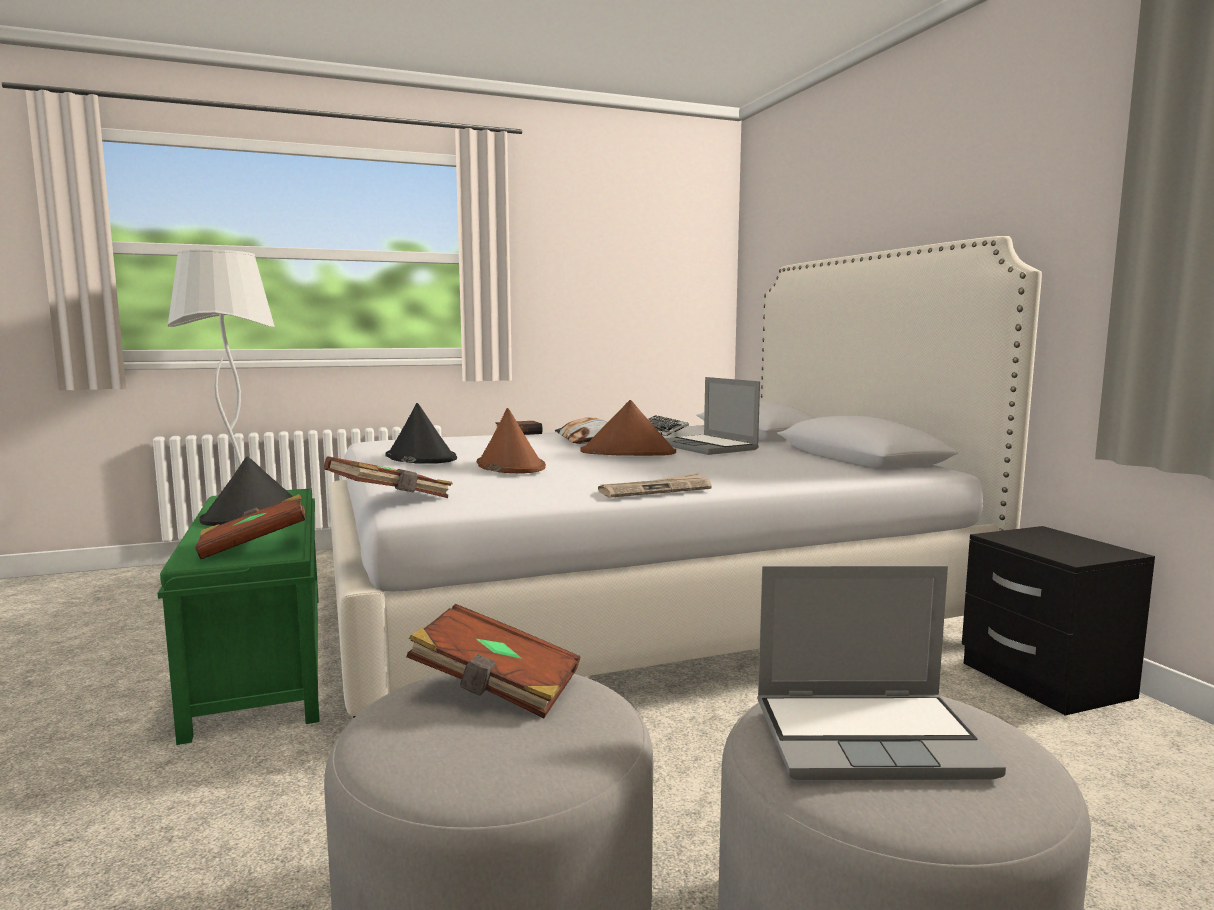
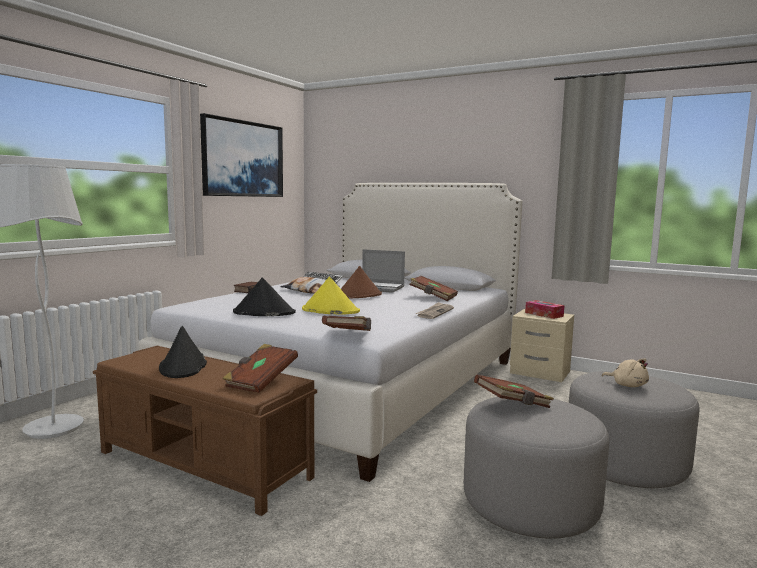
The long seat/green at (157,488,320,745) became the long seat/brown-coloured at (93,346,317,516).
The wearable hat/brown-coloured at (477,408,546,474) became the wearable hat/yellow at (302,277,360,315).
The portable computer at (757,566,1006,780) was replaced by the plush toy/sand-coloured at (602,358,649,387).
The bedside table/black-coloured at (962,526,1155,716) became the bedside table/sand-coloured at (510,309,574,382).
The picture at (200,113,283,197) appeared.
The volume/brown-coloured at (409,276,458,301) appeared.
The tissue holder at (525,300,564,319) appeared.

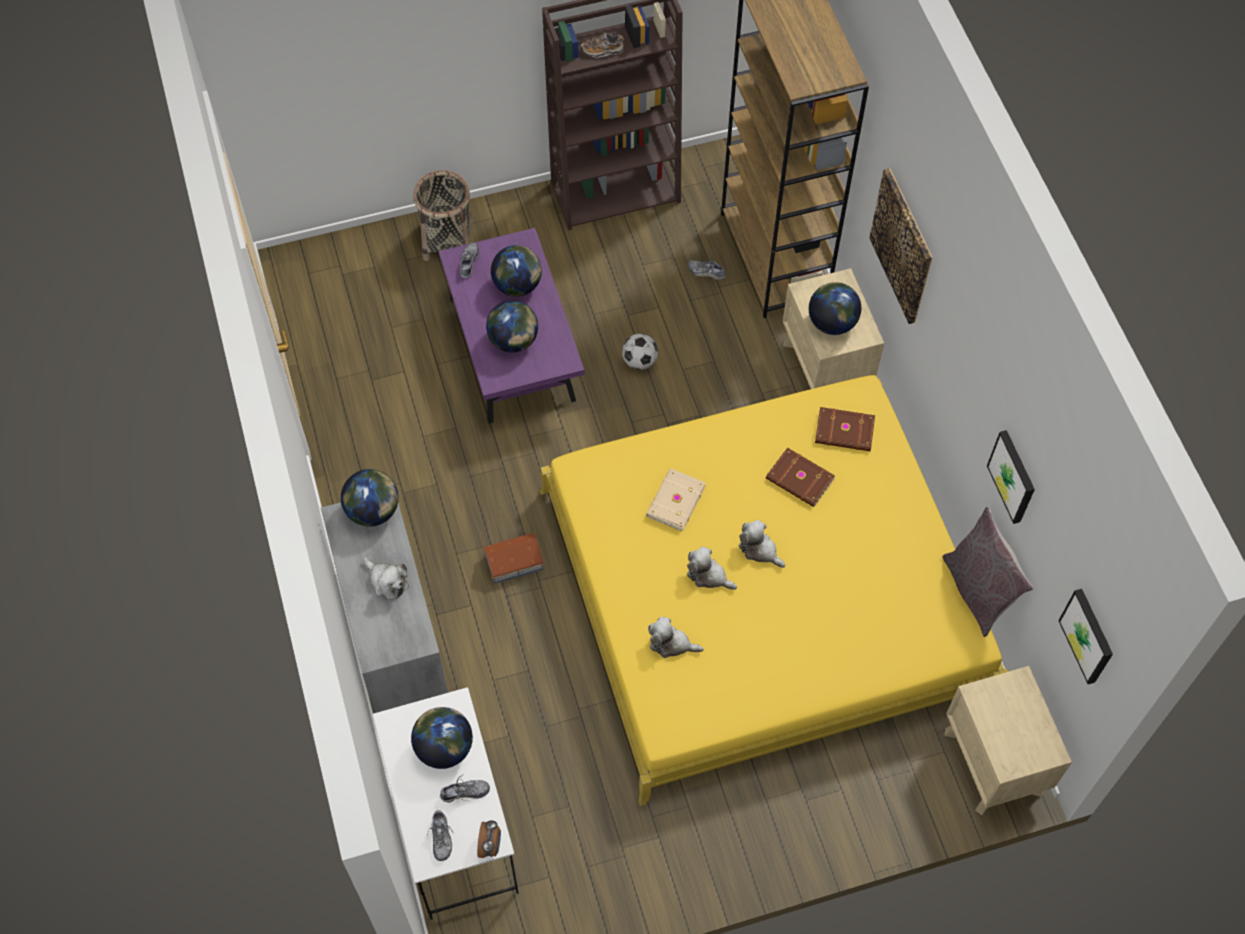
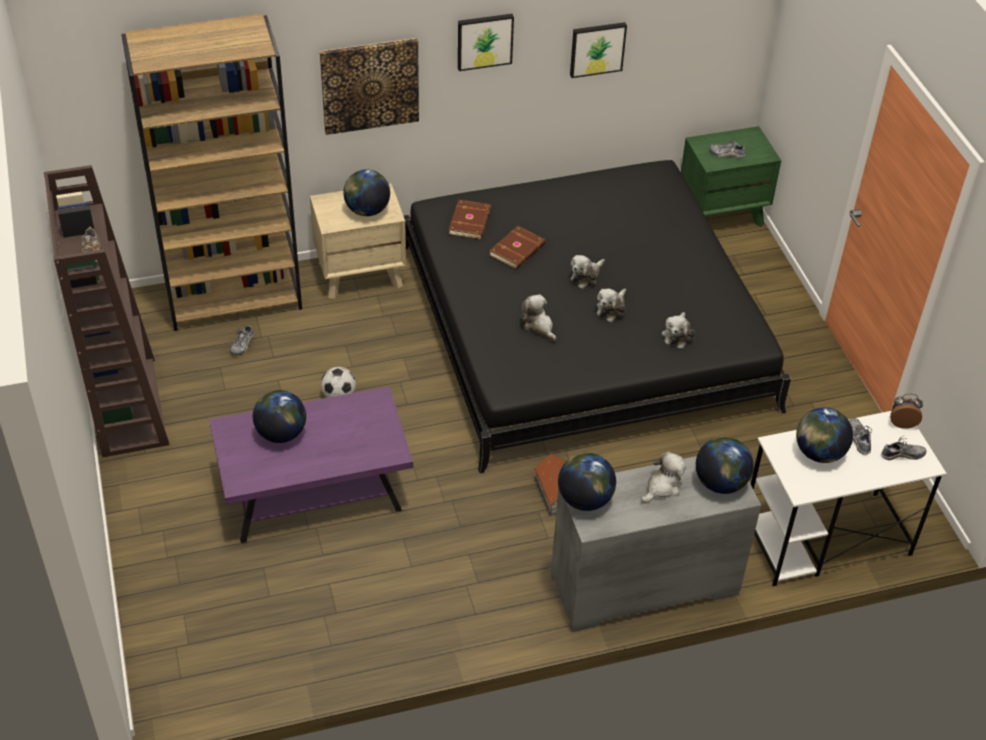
The household basket at (413,170,473,261) disappeared.
The low shoe moved from (458,242,479,278) to (709,138,745,158).
The desk globe moved from (486,300,538,352) to (696,436,754,494).
The sleeping bed/yellow at (540,375,1009,806) became the sleeping bed/black-coloured at (404,160,791,473).
The volume/sand-coloured at (646,468,706,532) was replaced by the plush toy at (521,294,556,341).
The throw pillow/greyish at (942,506,1034,637) disappeared.
The bedside table/sand-coloured at (944,666,1072,815) became the bedside table/green at (681,126,781,227).
The picture moved from (1058,589,1113,684) to (458,14,514,71).

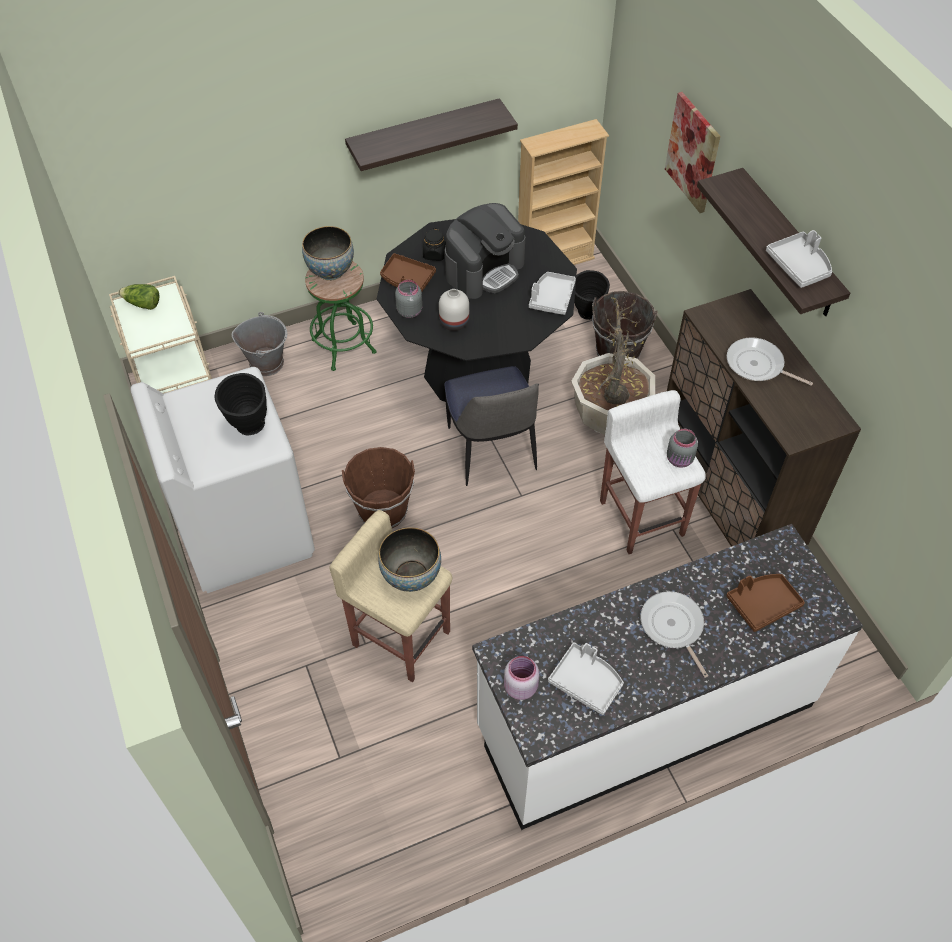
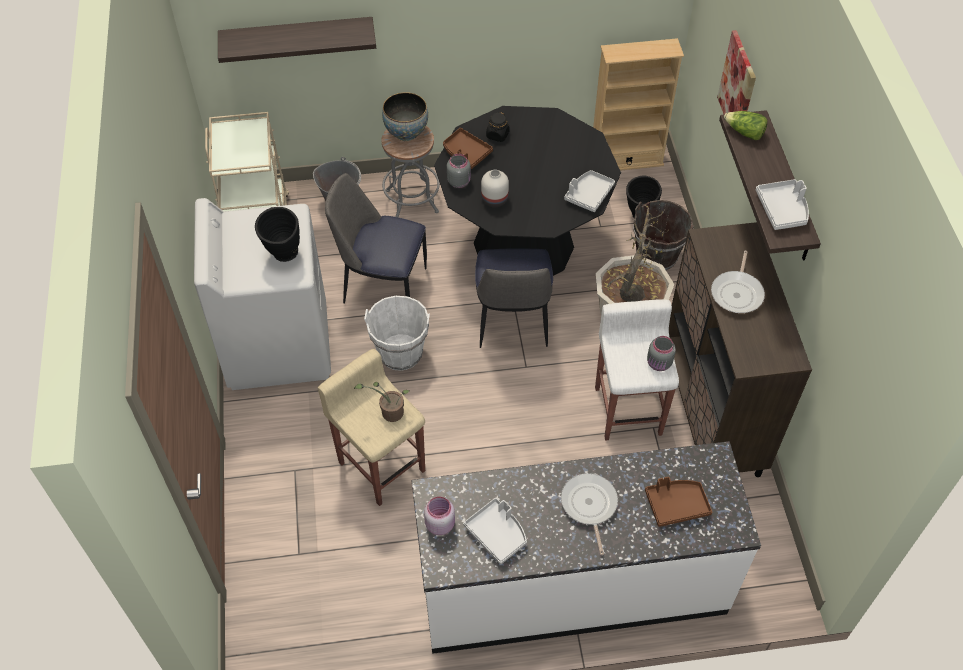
The lettuce head moved from (118,284,159,310) to (724,111,767,140).
The stool/green at (305,261,377,371) became the stool/greyish at (382,126,440,217).
The water bucket/brown-coloured at (342,447,415,528) became the water bucket/whitish at (364,296,430,371).
The wall shelf moved from (345,98,518,171) to (218,17,376,63).
The serving bowl at (378,527,441,592) was replaced by the houseplant at (354,382,409,422).
The coffee maker at (445,203,525,299) disappeared.
The frying pan at (727,337,813,386) turned 120 degrees counterclockwise.
The chair at (325,173,427,304) appeared.

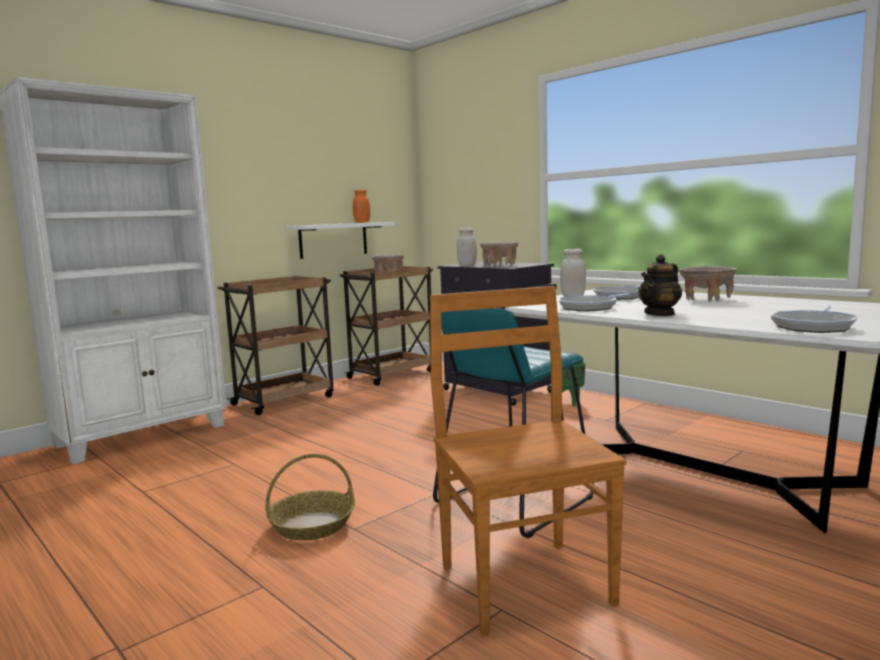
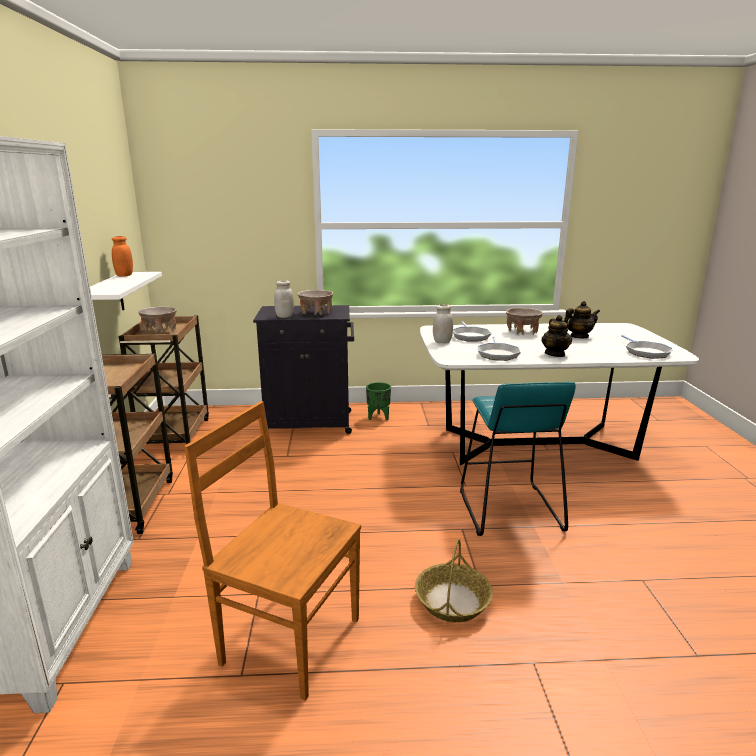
The chair/brown-coloured moved from (430,286,626,636) to (184,401,361,701).
The pot for tea at (564,301,600,338) appeared.

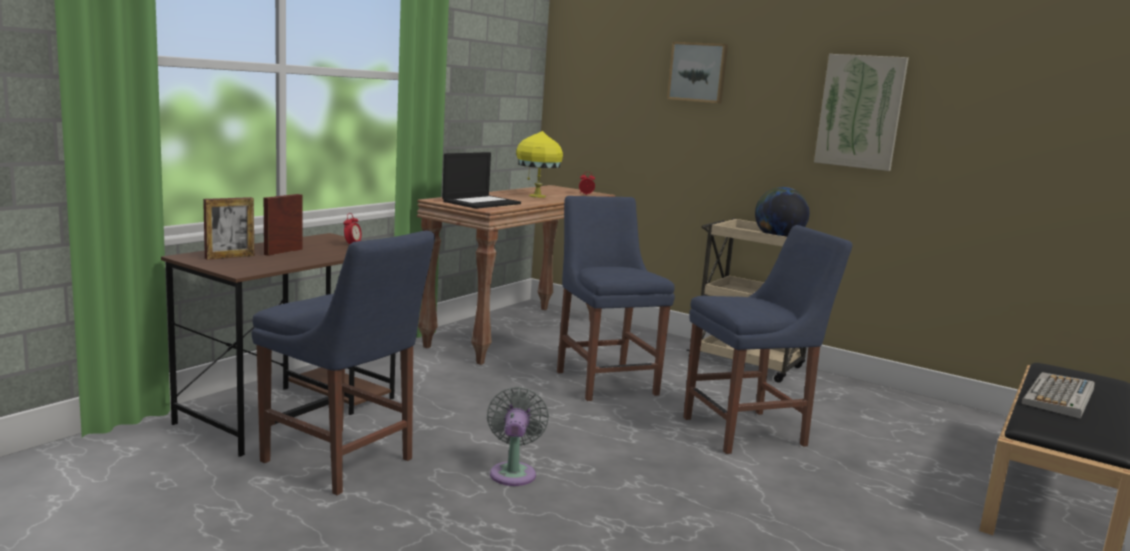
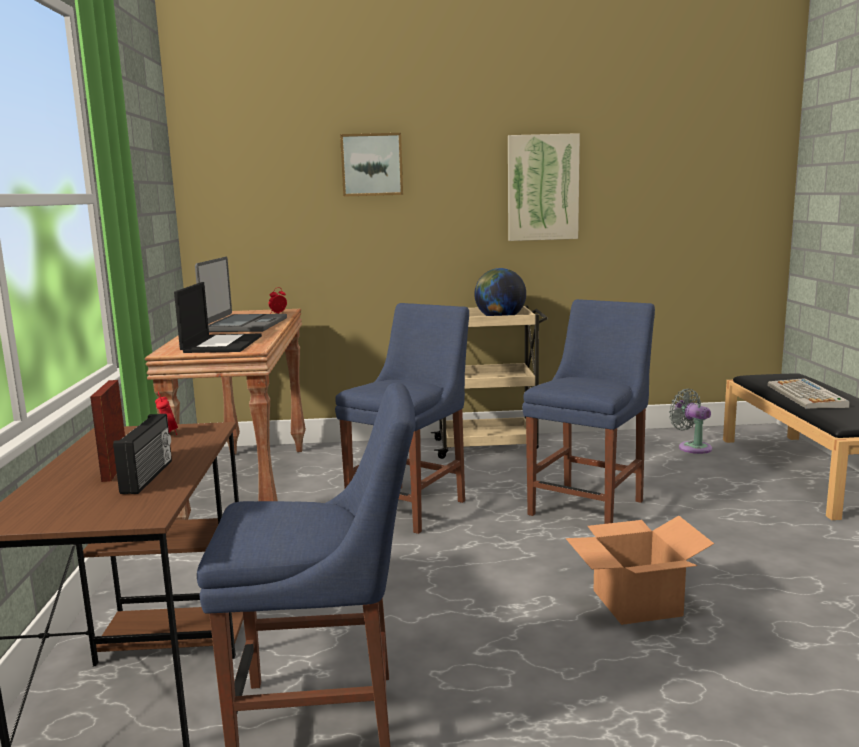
The standing frame at (203,197,254,260) disappeared.
The cooling fan/greyish moved from (487,387,549,486) to (669,389,712,454).
The lamp for a table/yellow at (516,131,563,198) was replaced by the portable computer at (195,257,287,332).
The chair/bluish at (557,196,675,401) turned 90 degrees clockwise.
The radio receiver at (113,414,172,494) appeared.
The carton at (566,516,714,625) appeared.

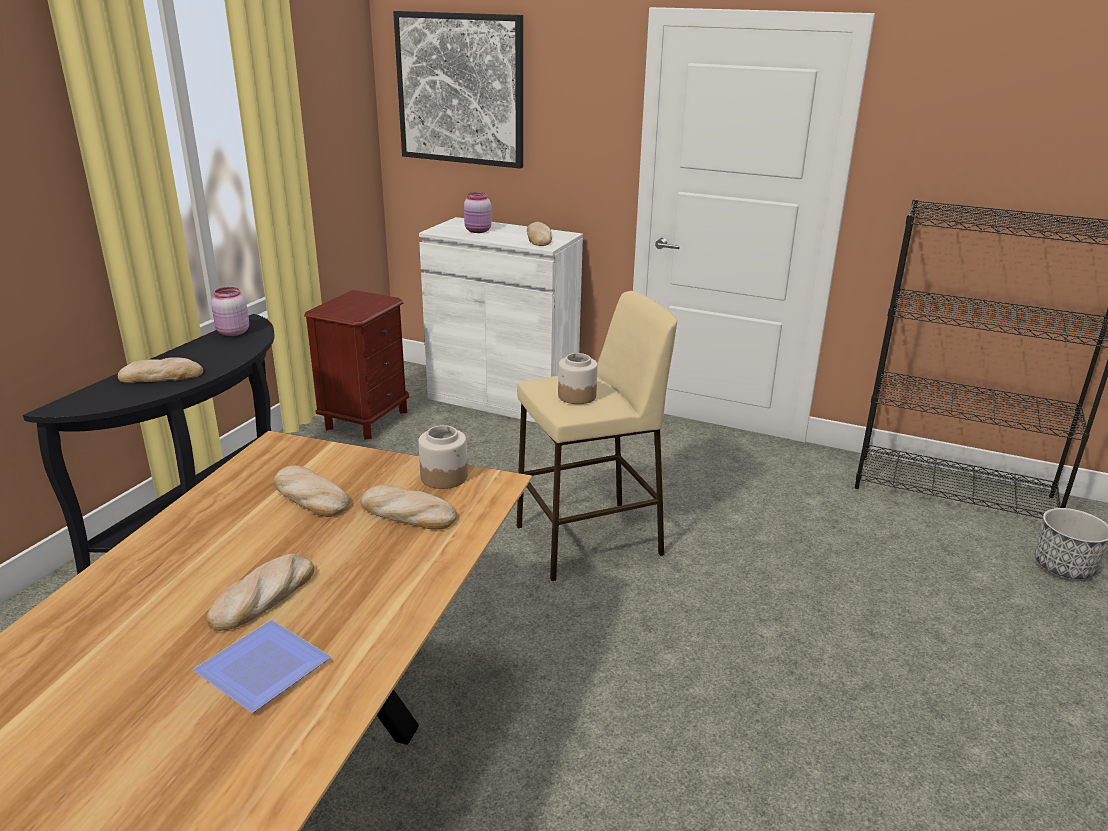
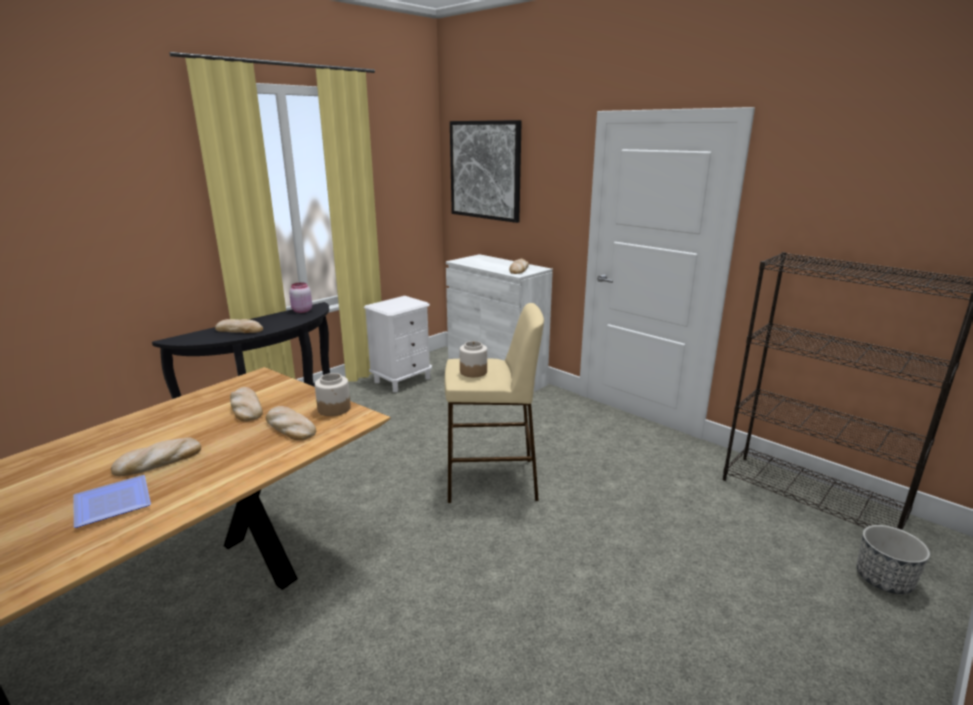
The bedside table/brown-coloured at (304,290,409,440) became the bedside table/whitish at (364,296,432,392).
The jar/pink at (464,192,492,233) disappeared.

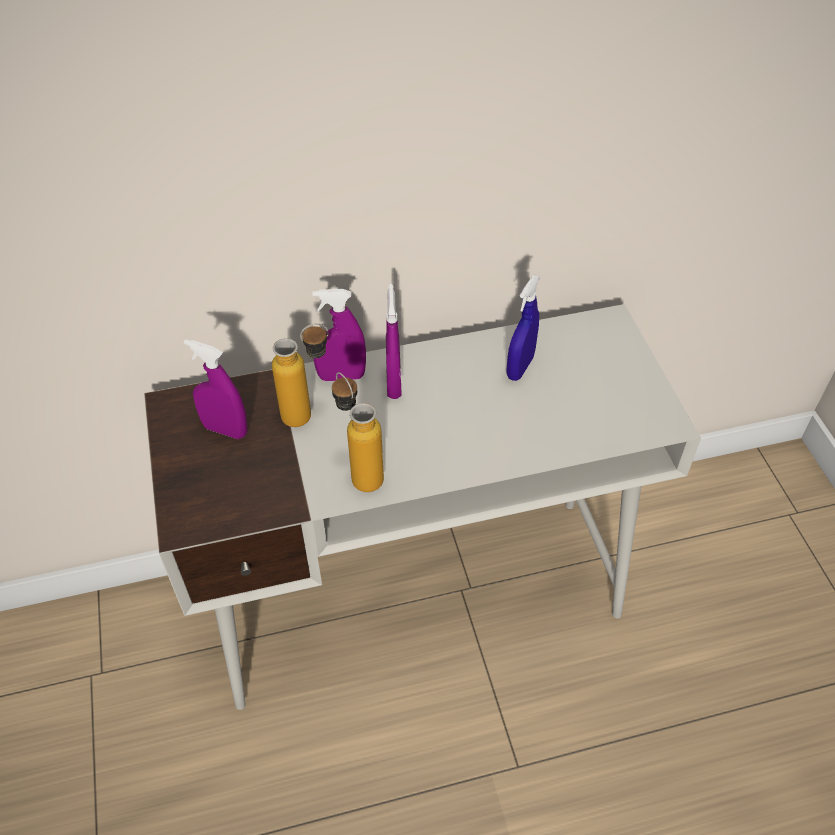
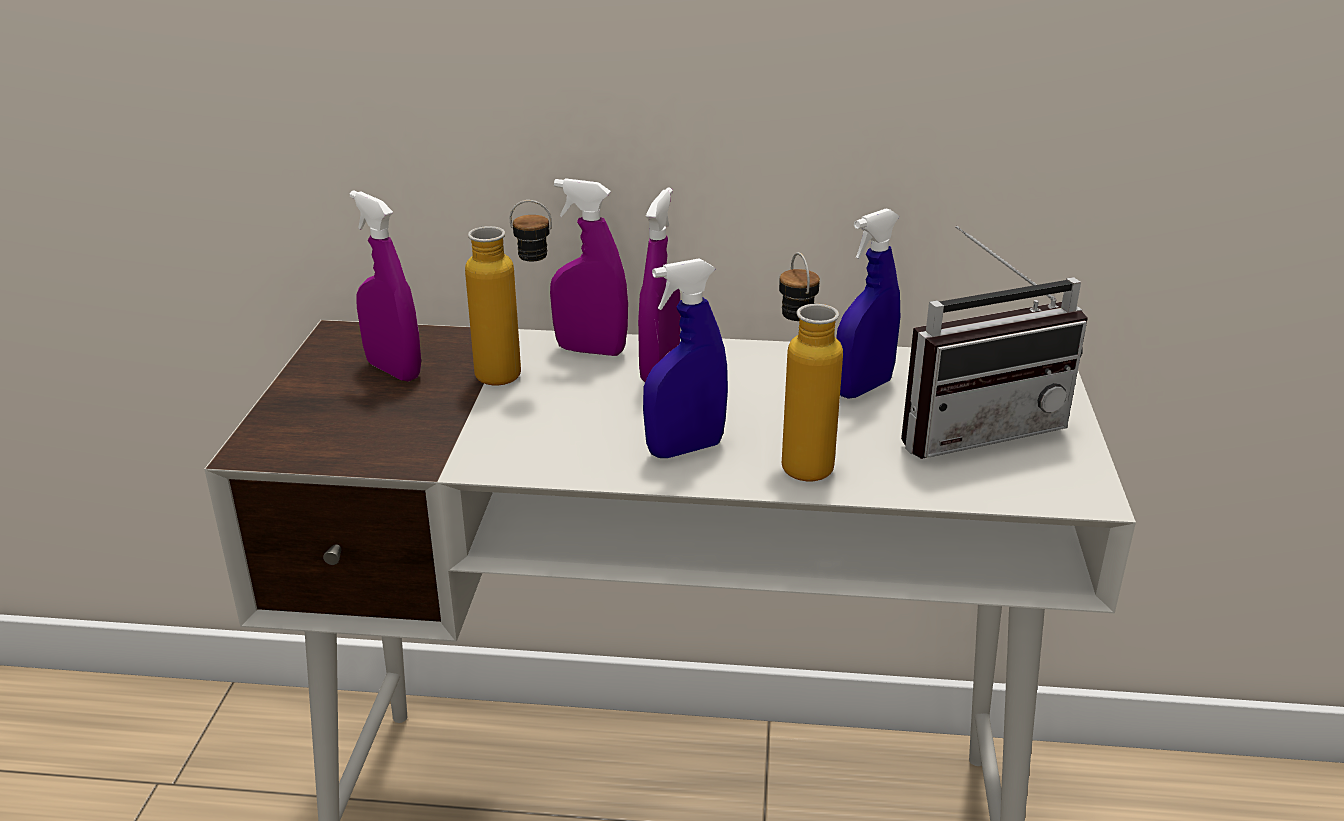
The beverage bottle moved from (332,372,384,492) to (779,252,843,481).
The spray bottle/bluish at (643,258,728,458) appeared.
The radio receiver at (901,225,1088,459) appeared.

